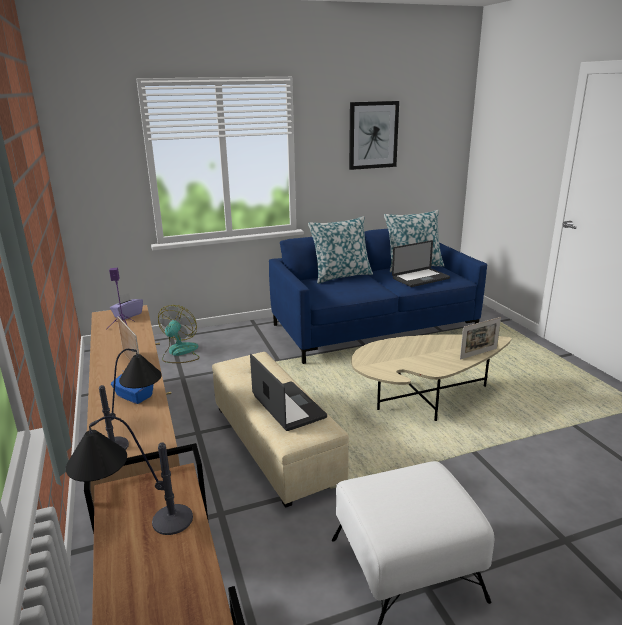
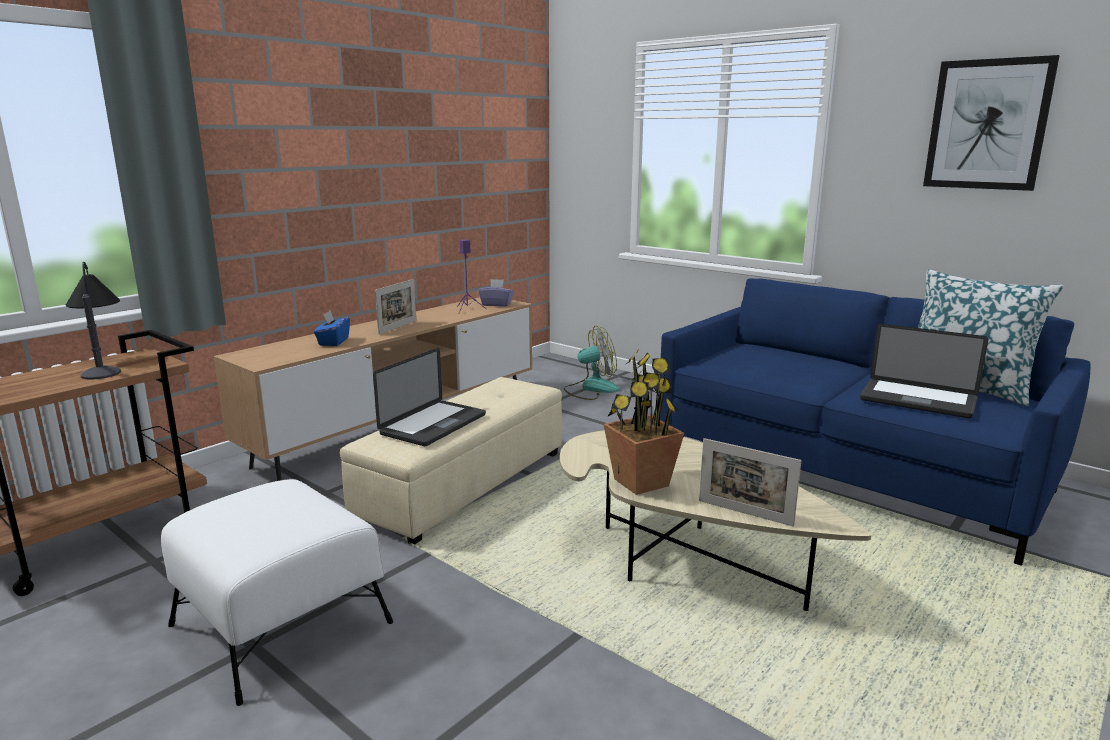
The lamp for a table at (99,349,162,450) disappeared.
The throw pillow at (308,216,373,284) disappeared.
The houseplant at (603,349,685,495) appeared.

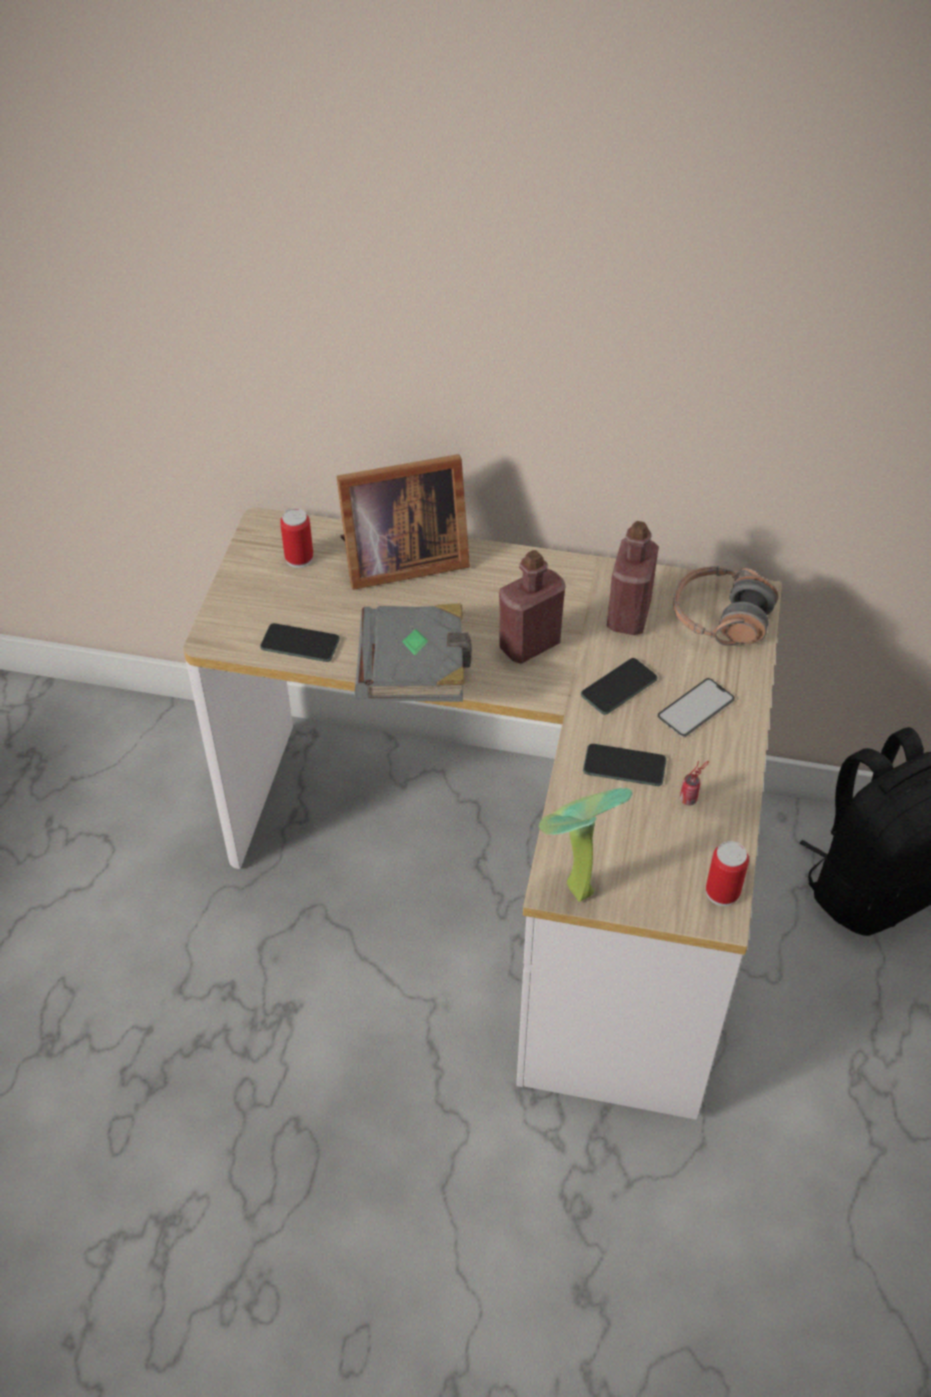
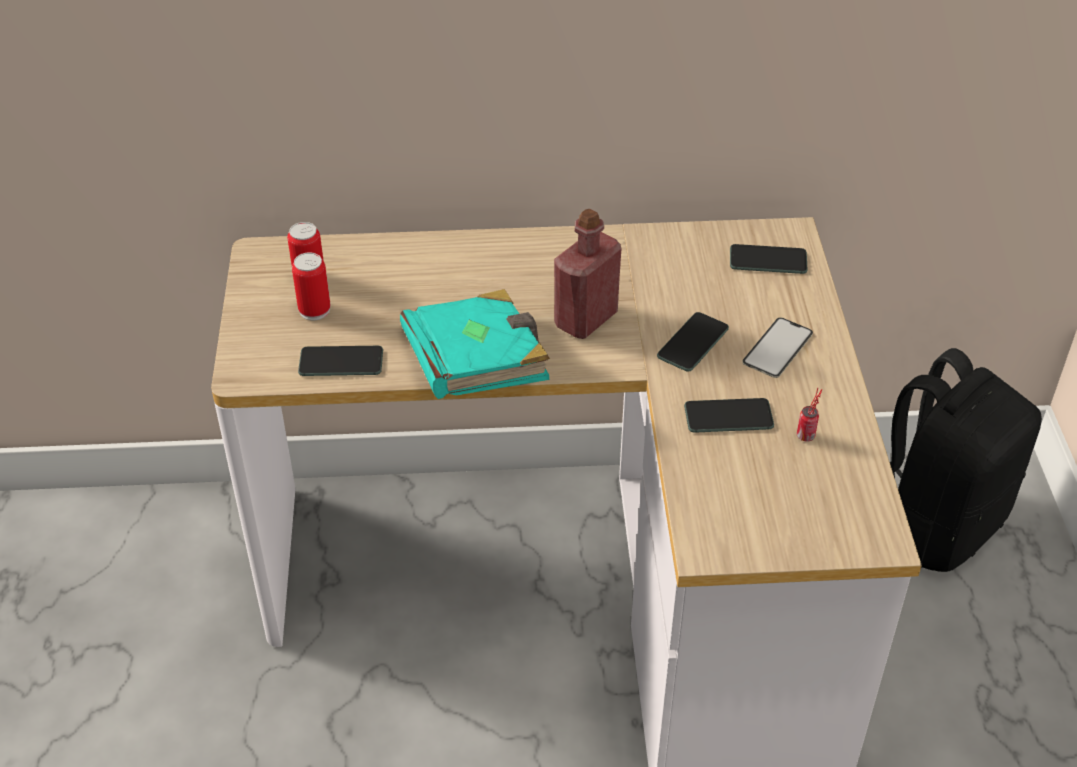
The standing frame at (336,454,470,590) disappeared.
The volume/greyish at (355,603,472,702) became the volume/turquoise at (400,289,550,399).
The houseplant at (539,788,632,902) disappeared.
The beverage bottle/reddish at (607,521,659,635) disappeared.
The headphones at (673,566,778,646) was replaced by the handset at (730,244,808,274).
The can moved from (706,841,749,906) to (292,252,331,320).

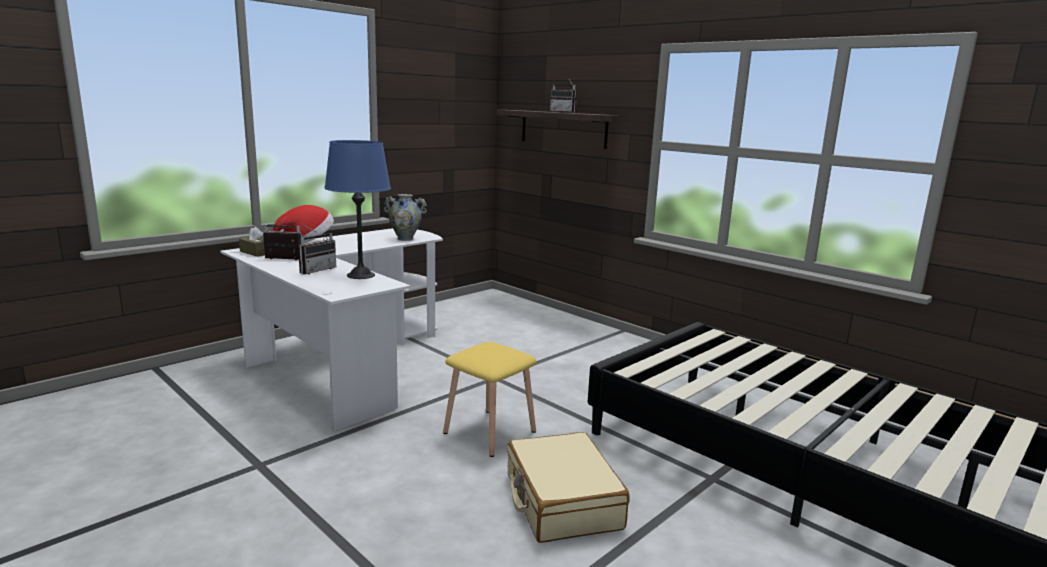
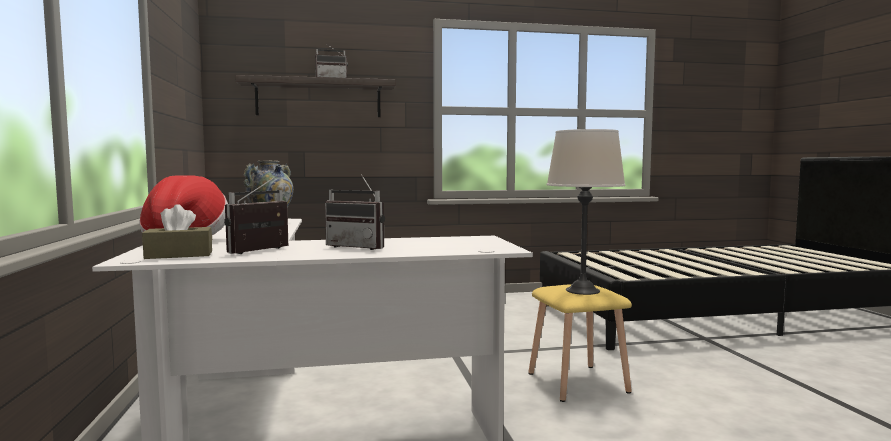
The radio receiver at (298,225,336,274) turned 135 degrees clockwise.
The lamp for a table/bluish at (325,140,391,279) disappeared.
The piece of luggage/sand-coloured at (507,432,630,543) disappeared.
The lamp for a table/sand-coloured at (547,129,625,295) appeared.

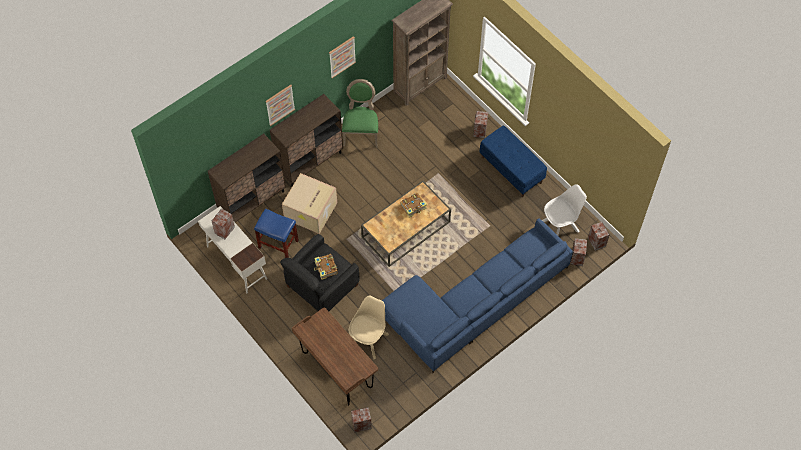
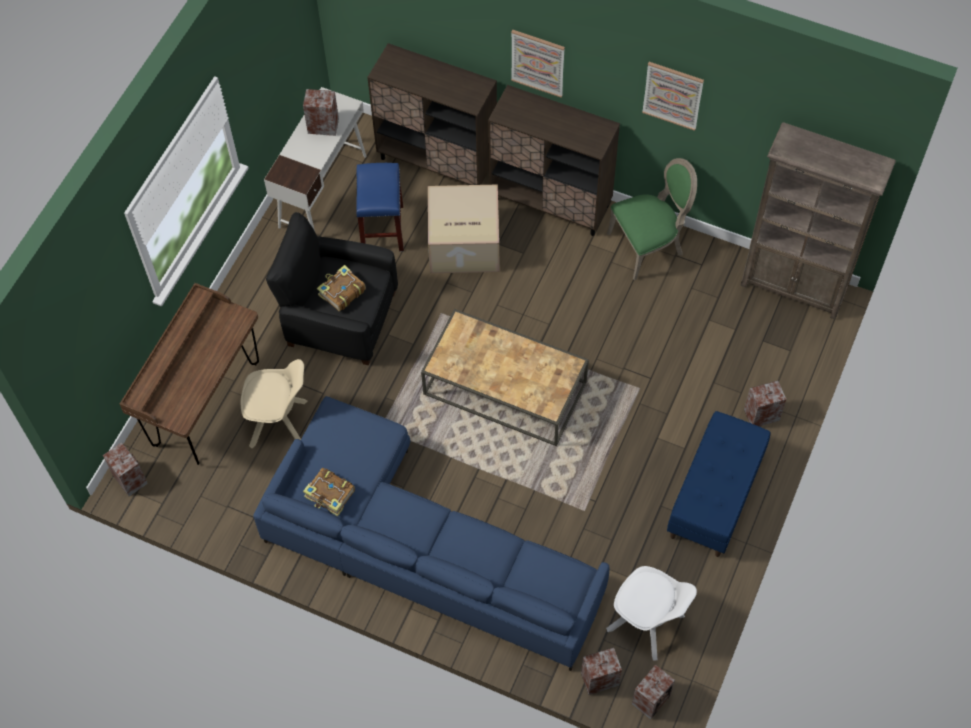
The volume moved from (400,193,427,218) to (303,468,355,517).

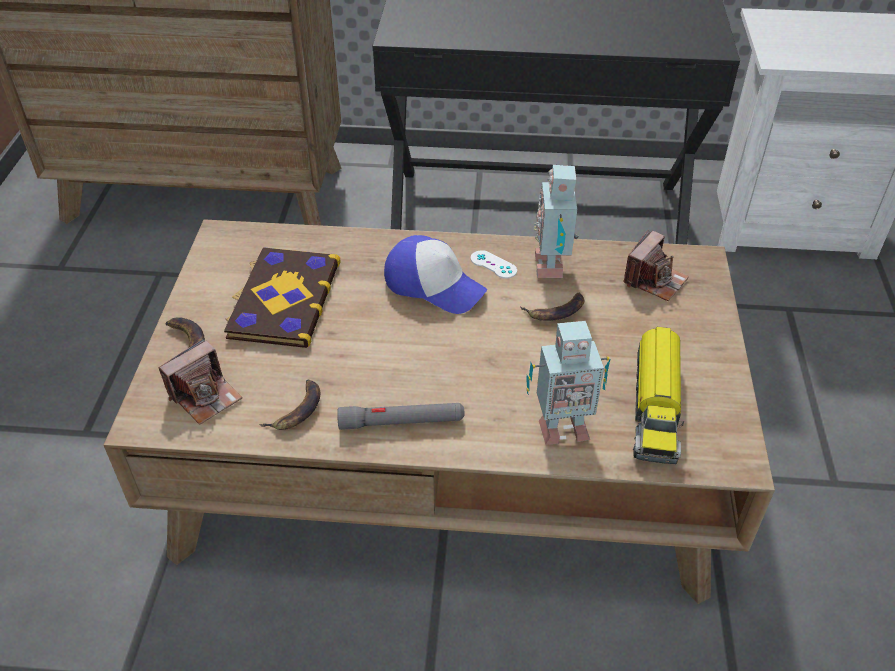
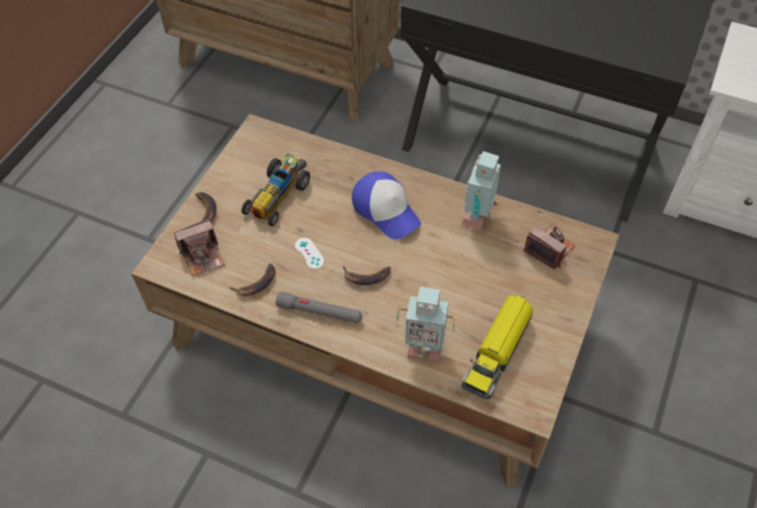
The volume at (224,247,341,348) was replaced by the miniature car at (241,154,310,226).
The gamepad/whitish moved from (471,250,517,279) to (295,238,325,269).
The whole banana moved from (521,292,584,321) to (343,266,391,285).
The still camera at (623,230,689,301) turned 105 degrees counterclockwise.

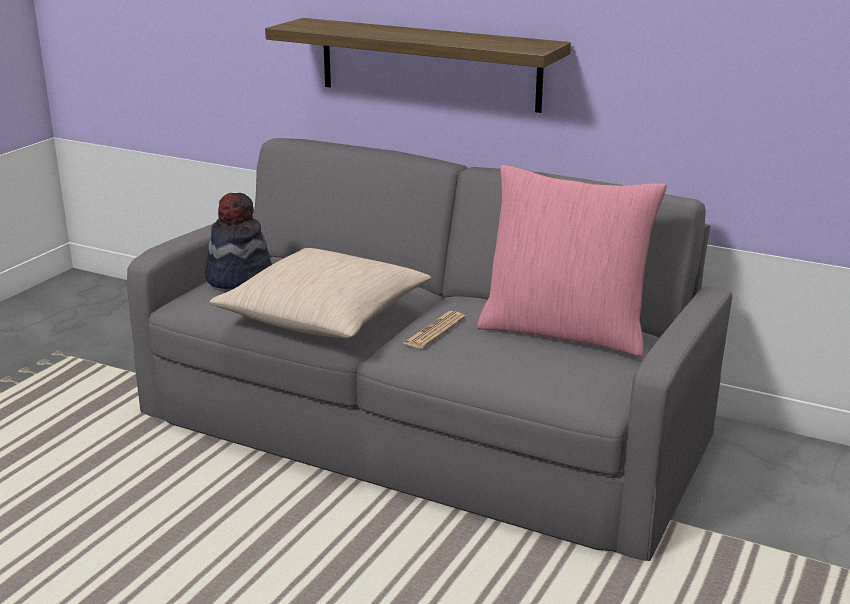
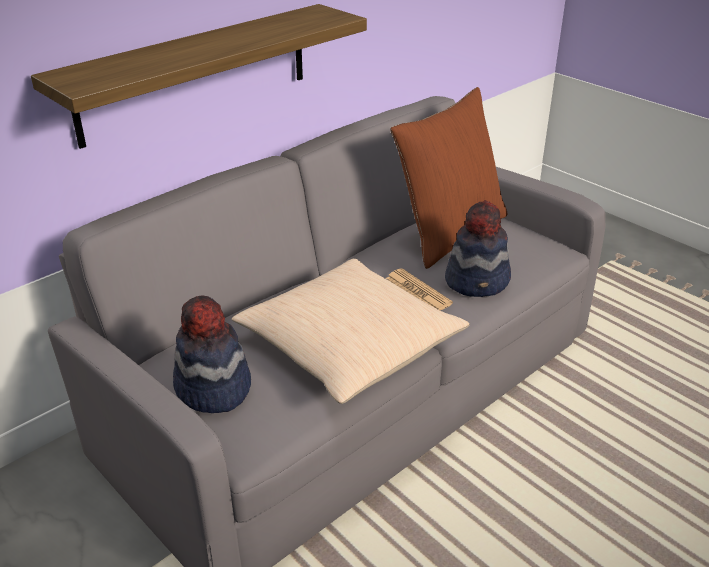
The throw pillow/pink at (477,165,667,356) became the throw pillow/brown-coloured at (390,87,507,269).
The wearable hat at (445,200,511,297) appeared.

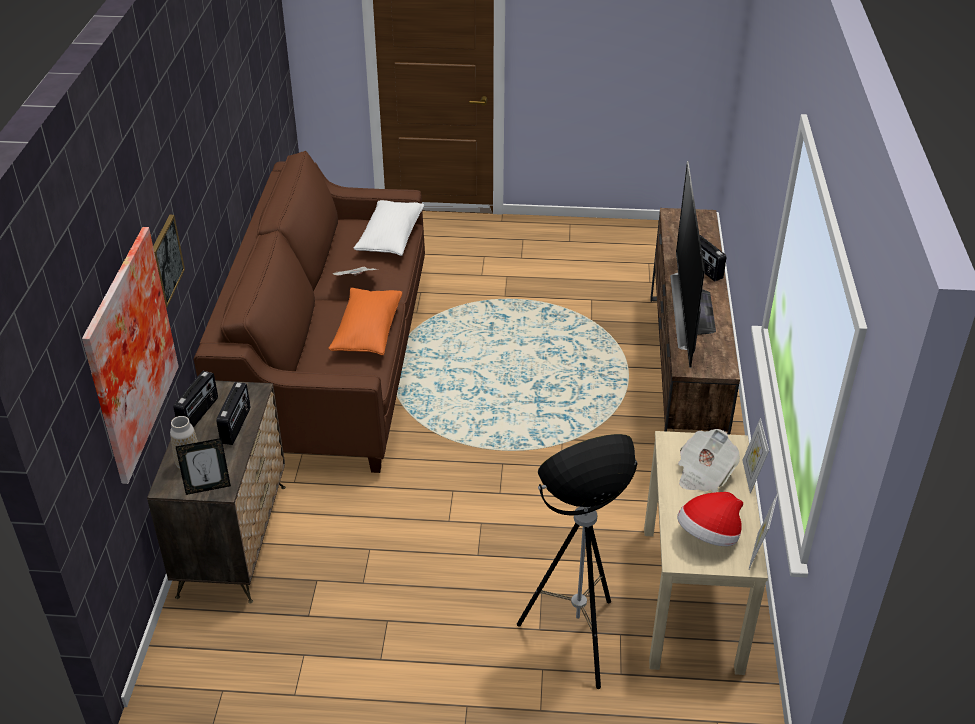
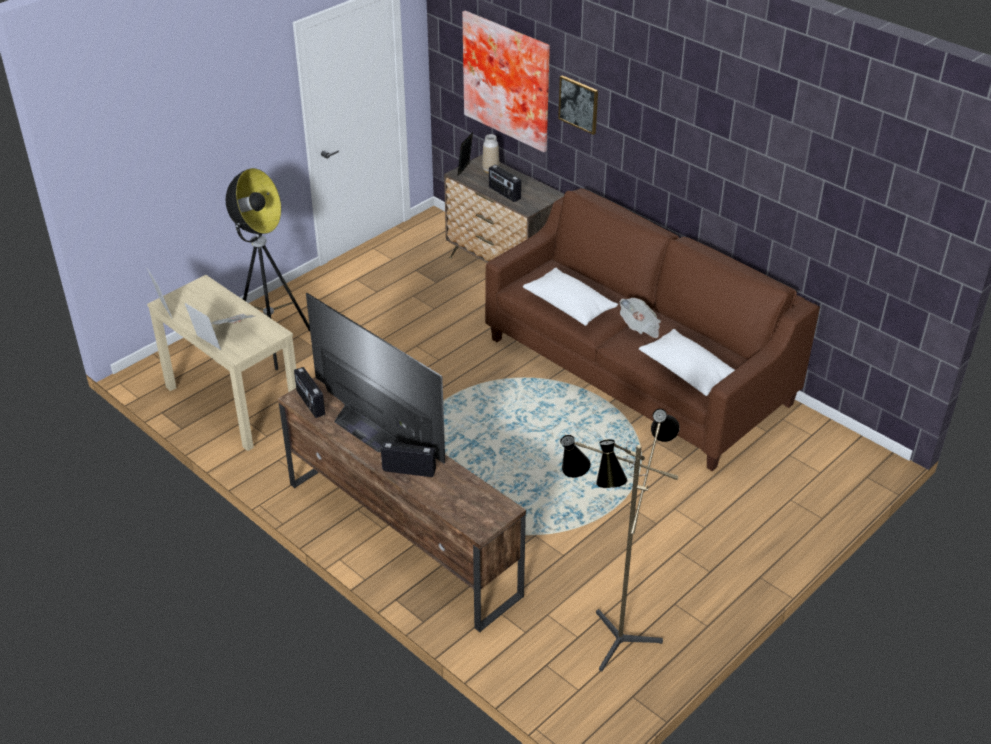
The radio receiver moved from (173,371,218,427) to (294,367,325,418).
The throw pillow/orangey at (328,288,402,355) became the throw pillow/whitish at (523,268,618,326).
The wearable hat at (677,492,743,546) disappeared.
The standard lamp at (560,409,680,672) appeared.

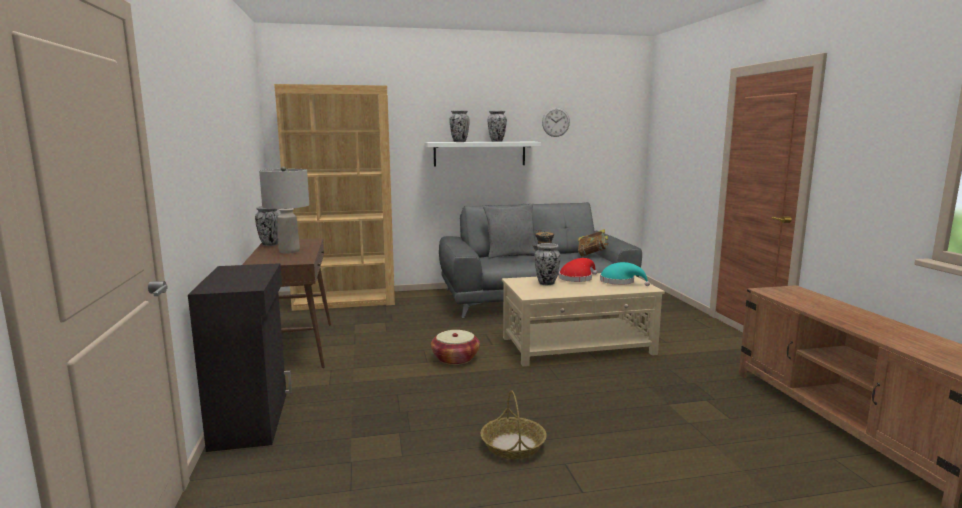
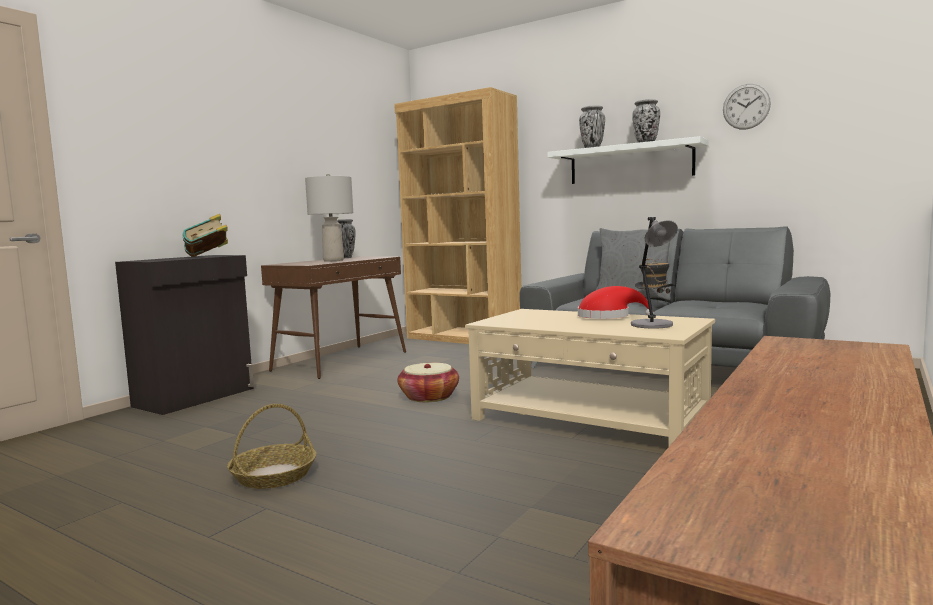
The decorative vase at (534,243,561,285) disappeared.
The volume moved from (578,229,609,257) to (183,214,228,257).
The wearable hat/turquoise at (600,262,650,286) was replaced by the lamp for a table/greyish at (631,217,678,329).

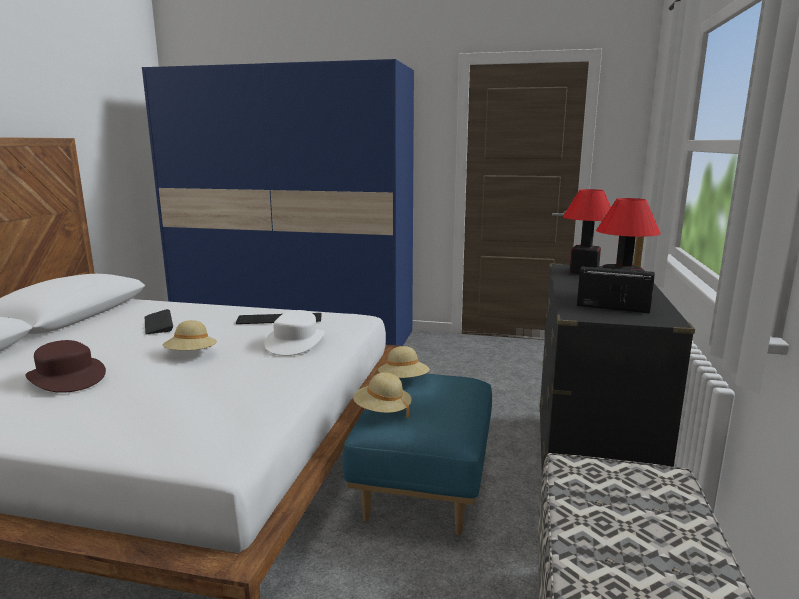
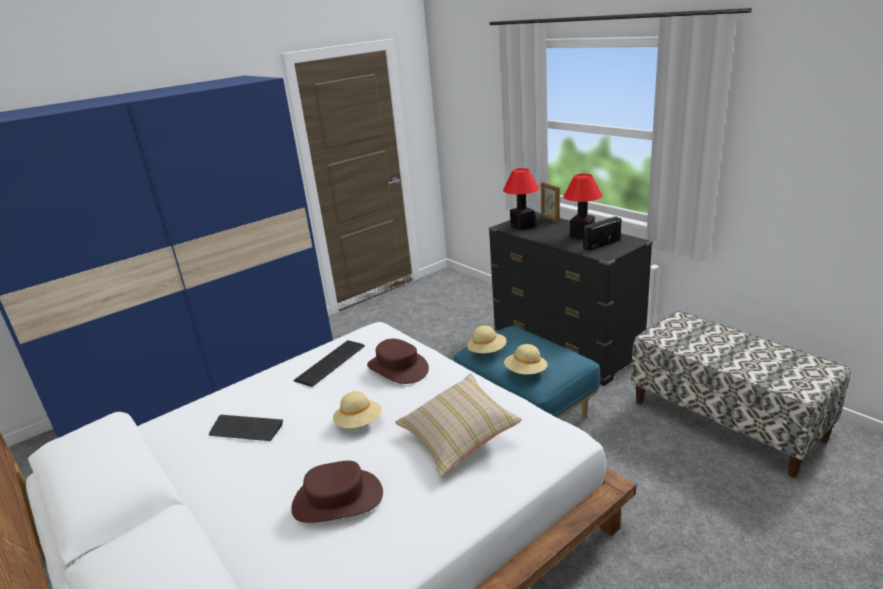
The wearable hat/whitish at (264,310,325,356) became the wearable hat/brown-coloured at (367,339,429,384).
The throw pillow/sand-coloured at (395,373,522,478) appeared.

